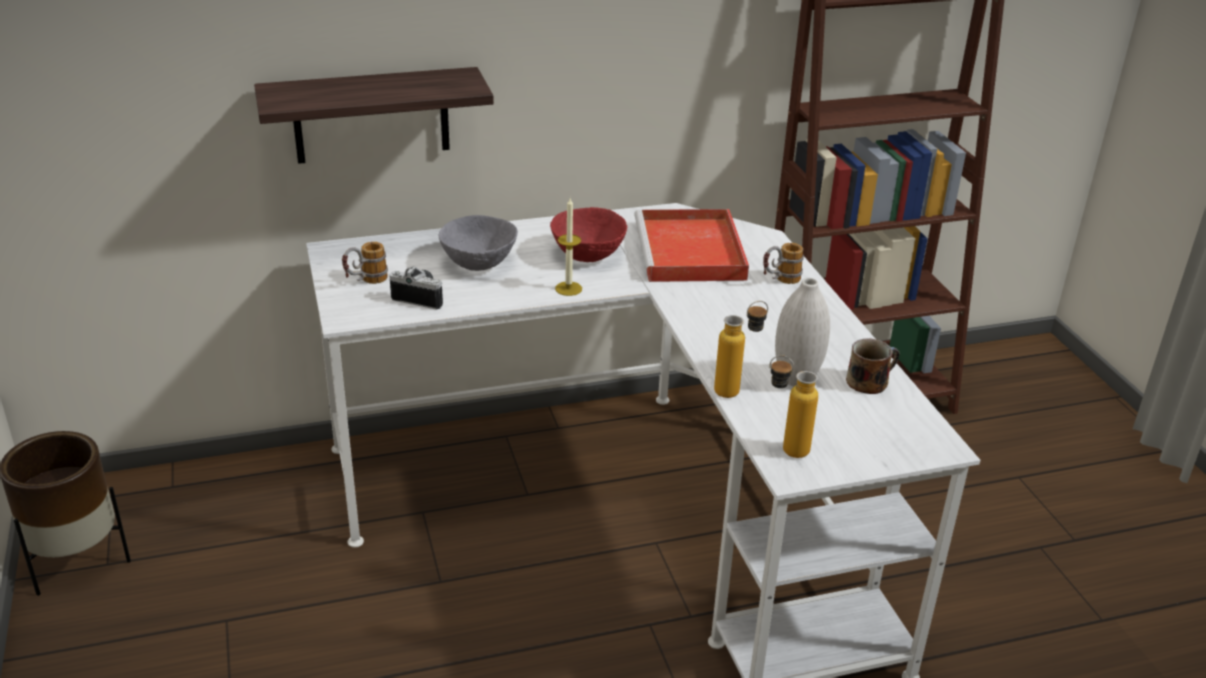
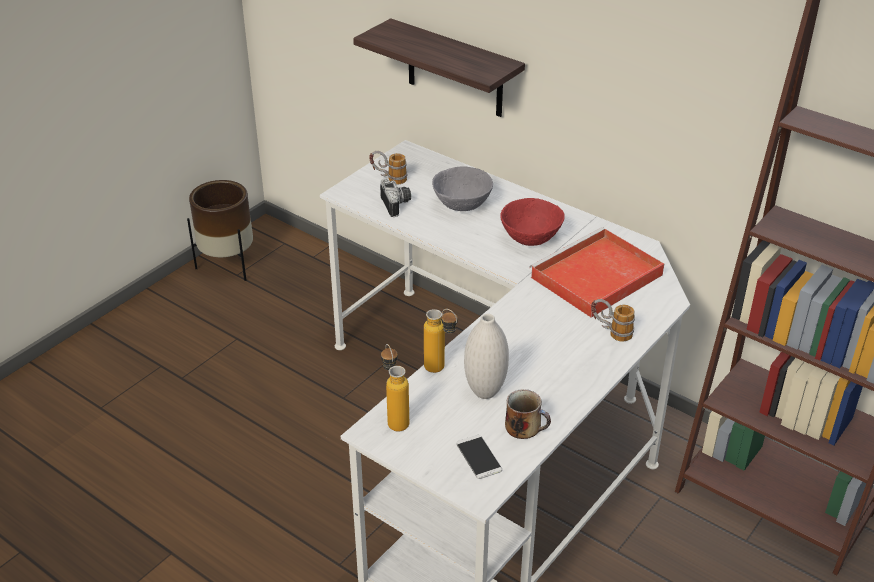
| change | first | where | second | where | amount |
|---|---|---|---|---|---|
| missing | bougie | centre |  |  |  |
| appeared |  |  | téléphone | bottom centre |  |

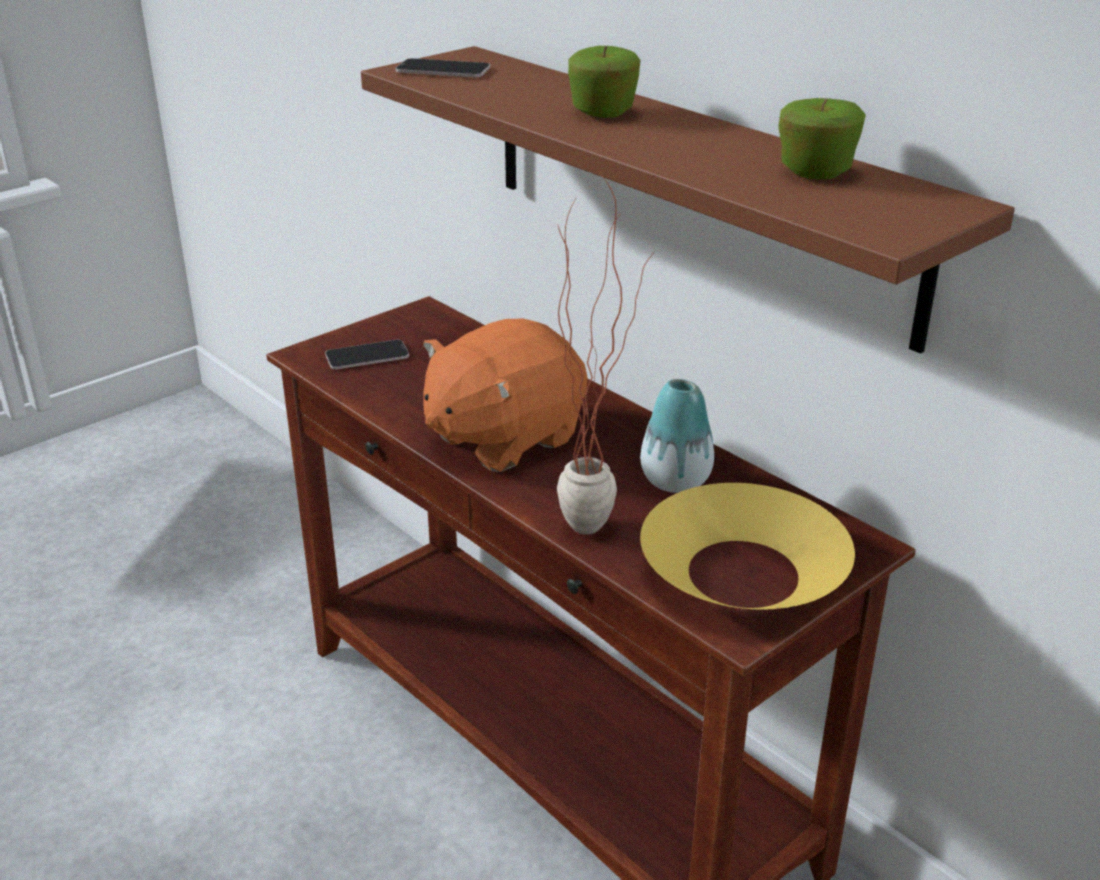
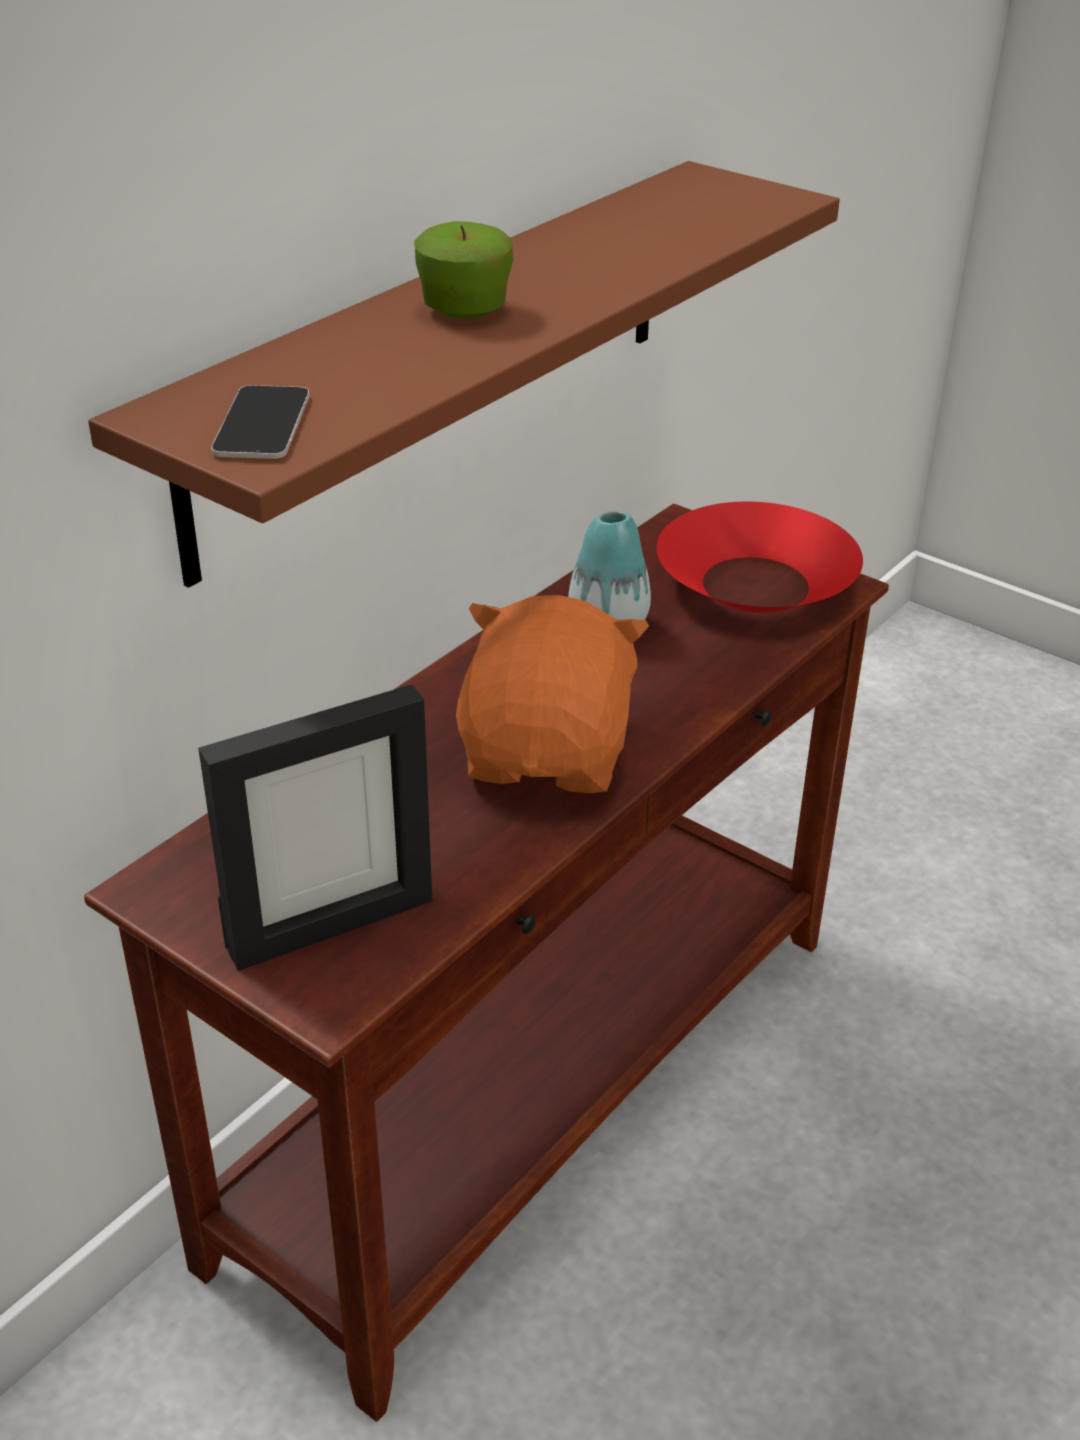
| change | first | where | second | where | amount |
|---|---|---|---|---|---|
| missing | plante en pot | centre |  |  |  |
| missing | pomme (no. 2 from left) | top right |  |  |  |
| exchanged | téléphone (no. 1 from left) | centre | cadre photo | middle left |  |
| colour | bol (jaune) | middle right | bol (rouge) | middle right |  |
| spun | peluche (orange) | centre |  | centre | 120 degrees counterclockwise |

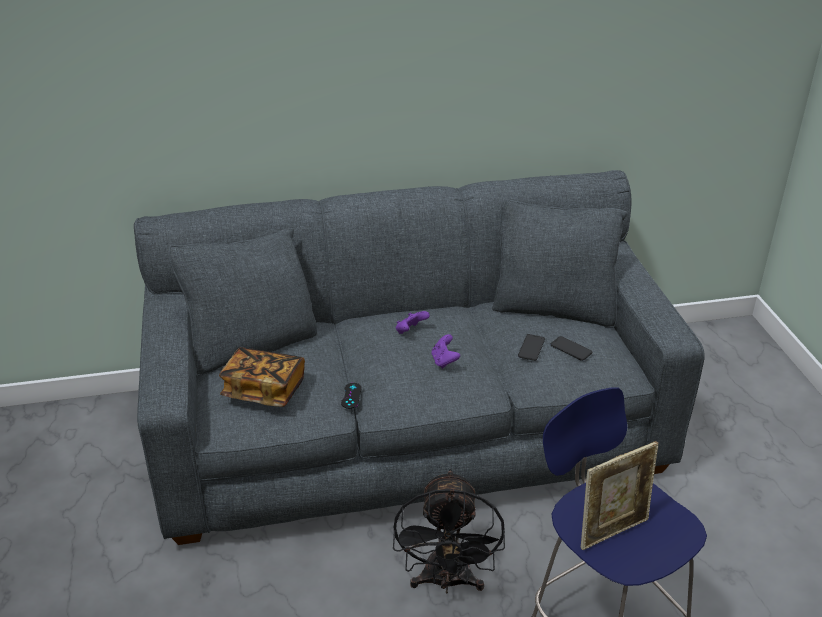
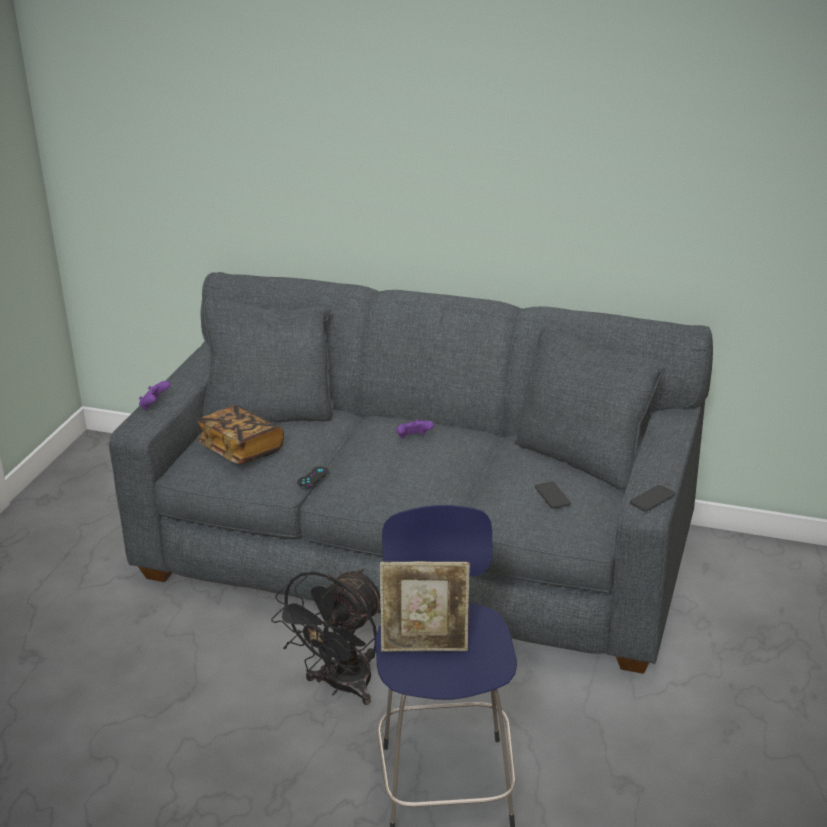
| change | first | where | second | where | amount |
|---|---|---|---|---|---|
| relocated | manette (violet) (no. 2 from left in the first image) | centre | manette (violet) (no. 1 from left) | middle left |  |
| relocated | téléphone (no. 1 from left in the first image) | centre | téléphone (no. 2 from left) | middle right |  |

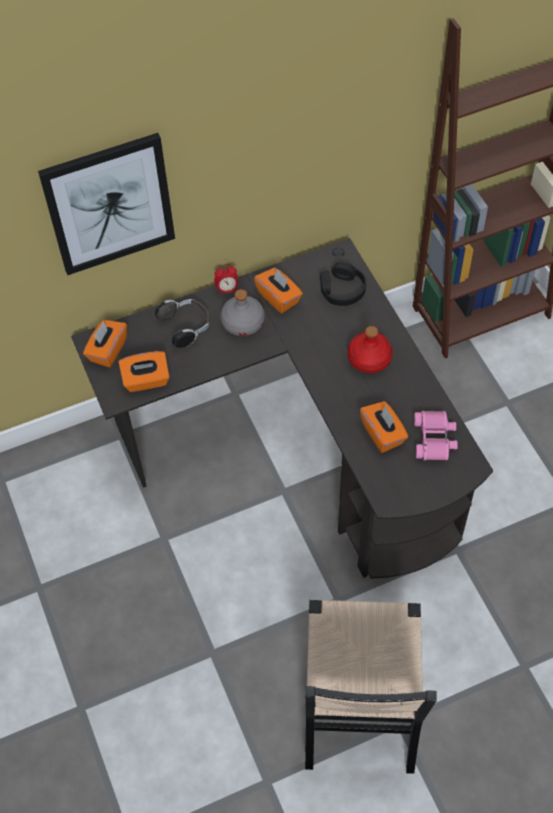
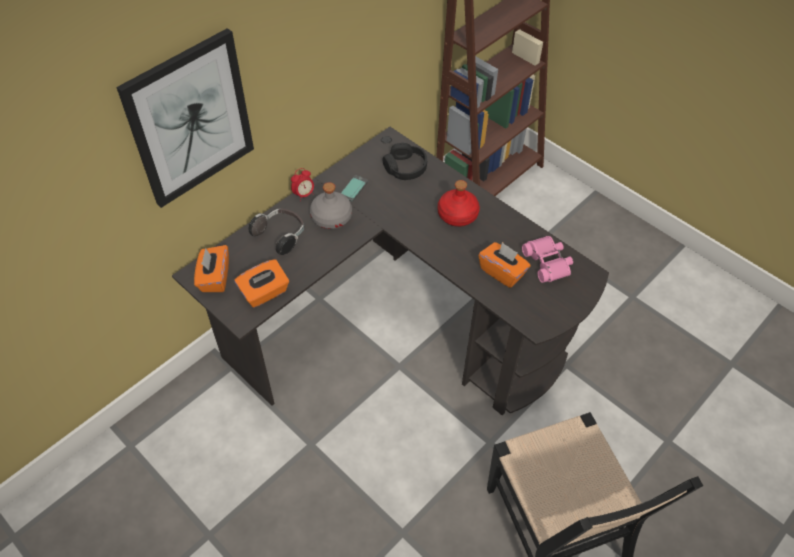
| change | first | where | second | where | amount |
|---|---|---|---|---|---|
| exchanged | boîte à mouchoirs (orange) (no. 3 from left) | centre | téléphone | centre |  |

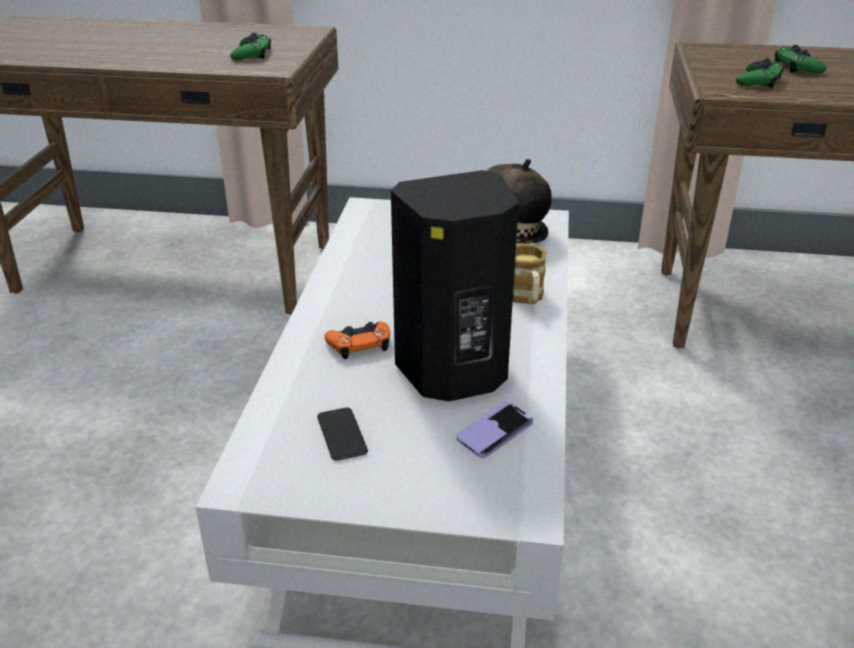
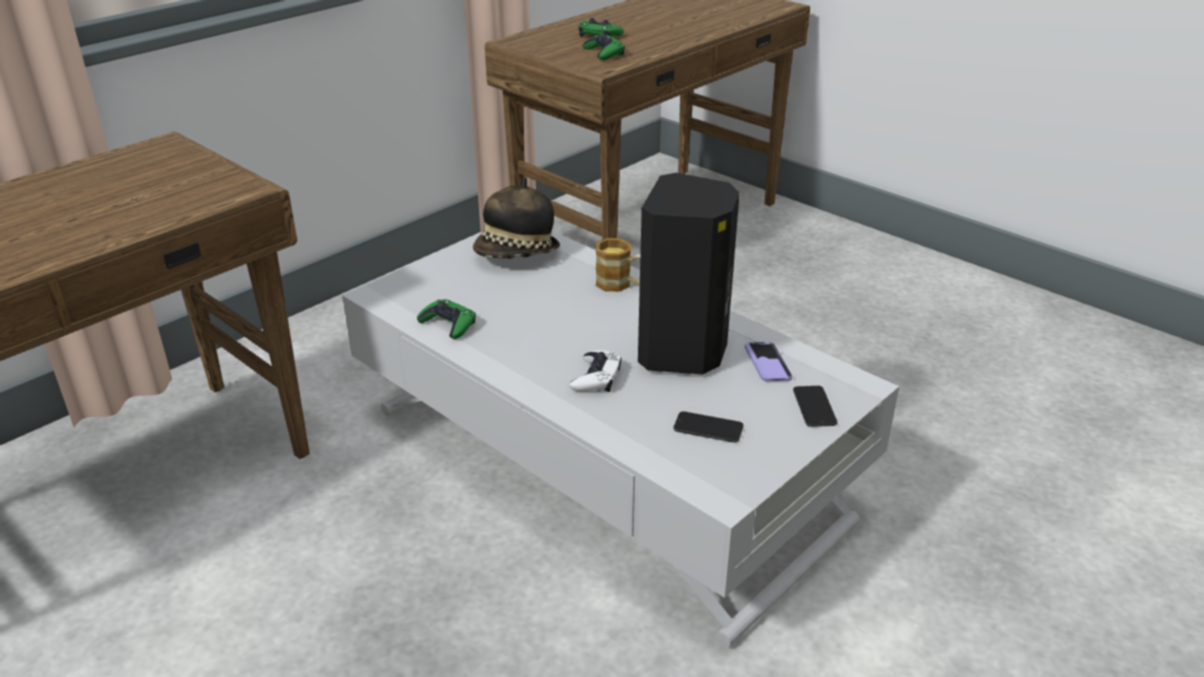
| change | first | where | second | where | amount |
|---|---|---|---|---|---|
| appeared |  |  | téléphone (no. 3 from left) | middle right |  |
| relocated | manette (vert) (no. 1 from left) | top left |  | centre |  |
| colour | manette (orange) | centre | manette (blanc) | centre |  |

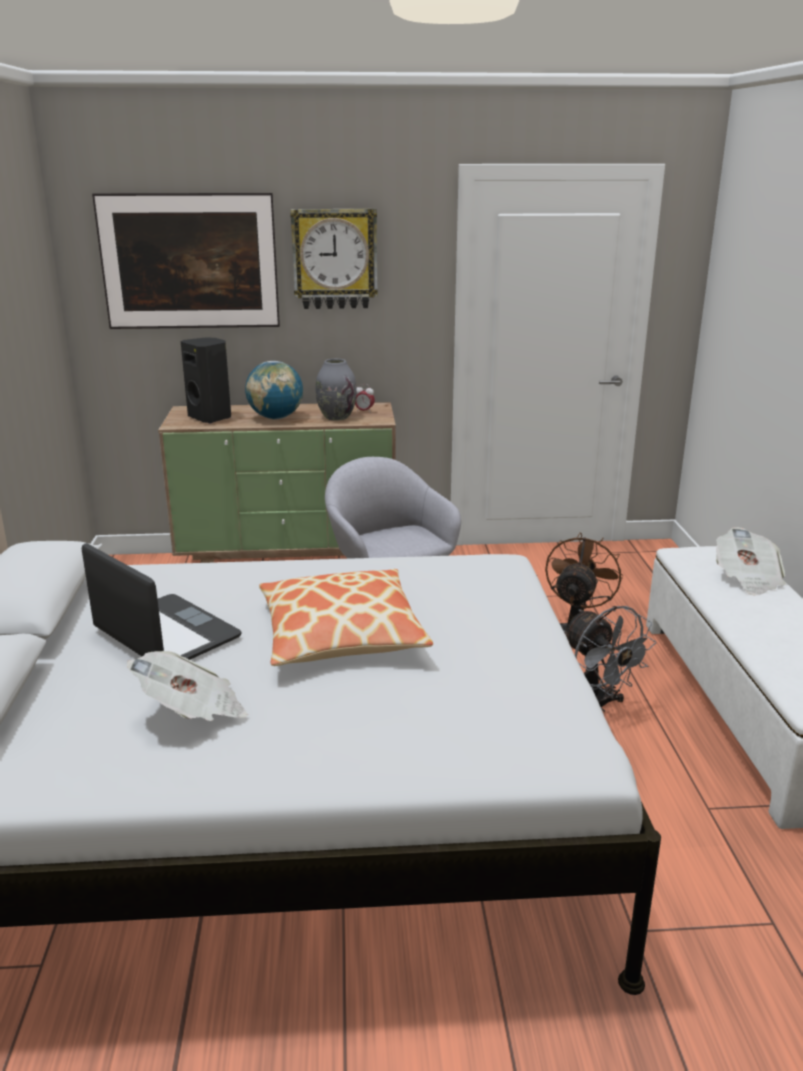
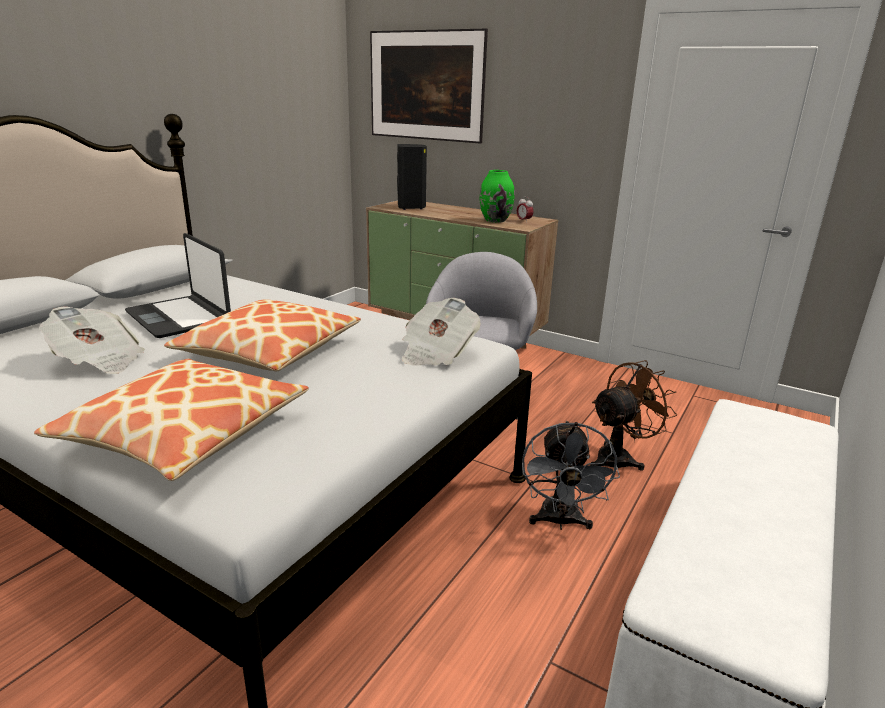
| change | first | where | second | where | amount |
|---|---|---|---|---|---|
| missing | globe | centre |  |  |  |
| missing | horloge murale | top centre |  |  |  |
| appeared |  |  | coussin (no. 1 from left) | middle left |  |
| relocated | journal (no. 2 from left) | middle right |  | centre |  |
| colour | vase (gris) | centre | vase (vert) | top centre |  |
| spun | ordinateur portable | middle left |  | middle left | 150 degrees clockwise |

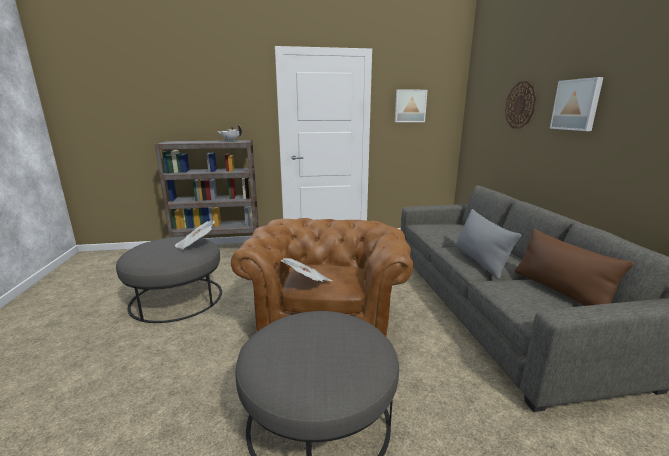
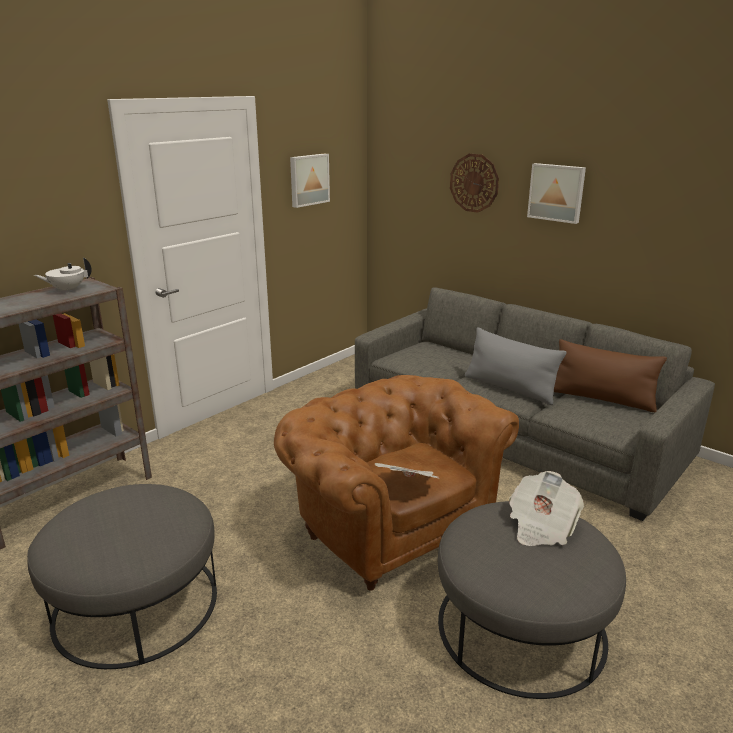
| change | first | where | second | where | amount |
|---|---|---|---|---|---|
| relocated | journal (no. 1 from left in the first image) | middle left | journal (no. 2 from left) | bottom right |  |

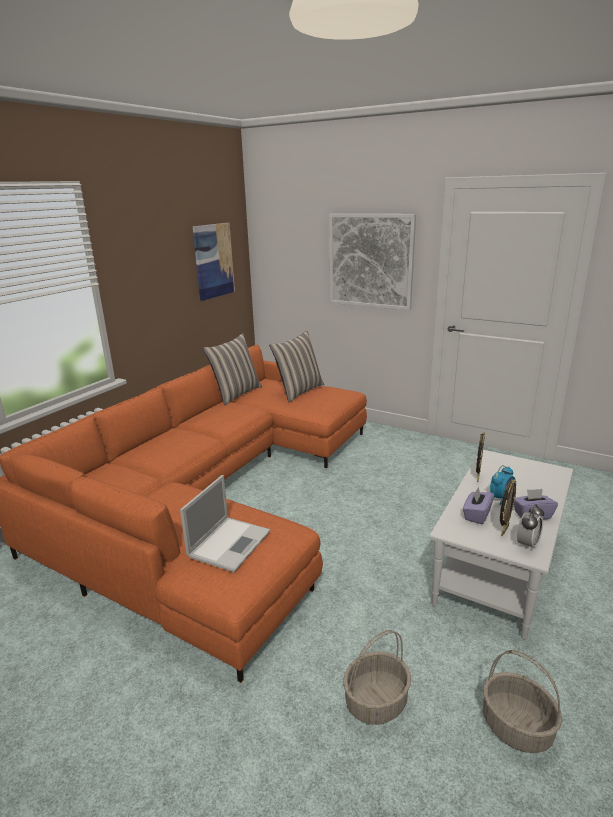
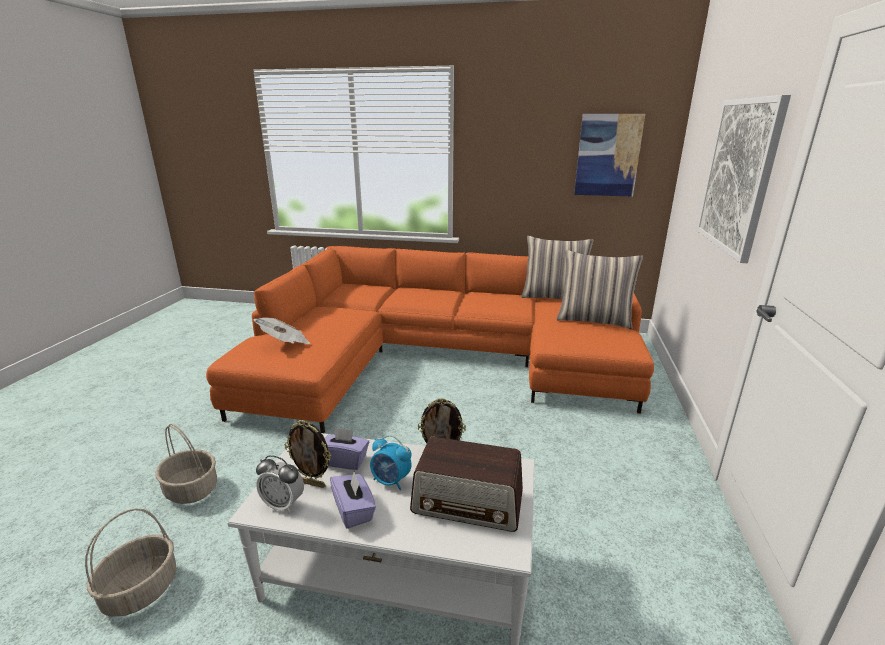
| change | first | where | second | where | amount |
|---|---|---|---|---|---|
| appeared |  |  | radio | bottom centre |  |
| exchanged | ordinateur portable | centre | journal | middle left |  |

